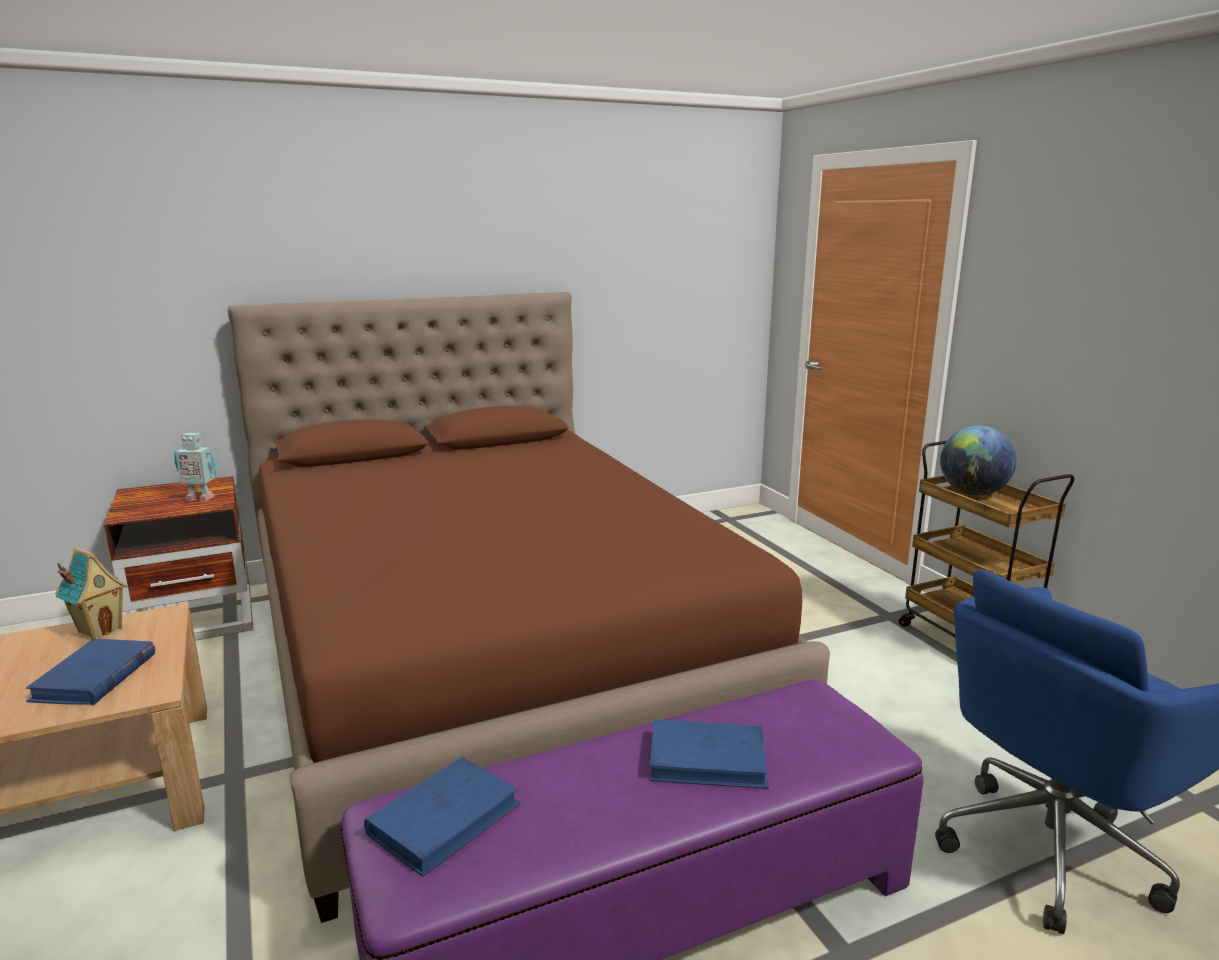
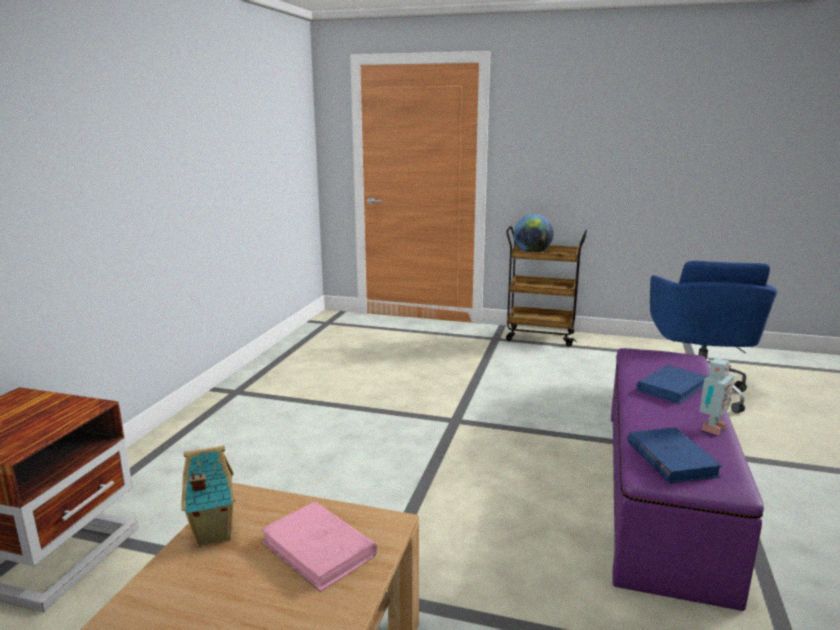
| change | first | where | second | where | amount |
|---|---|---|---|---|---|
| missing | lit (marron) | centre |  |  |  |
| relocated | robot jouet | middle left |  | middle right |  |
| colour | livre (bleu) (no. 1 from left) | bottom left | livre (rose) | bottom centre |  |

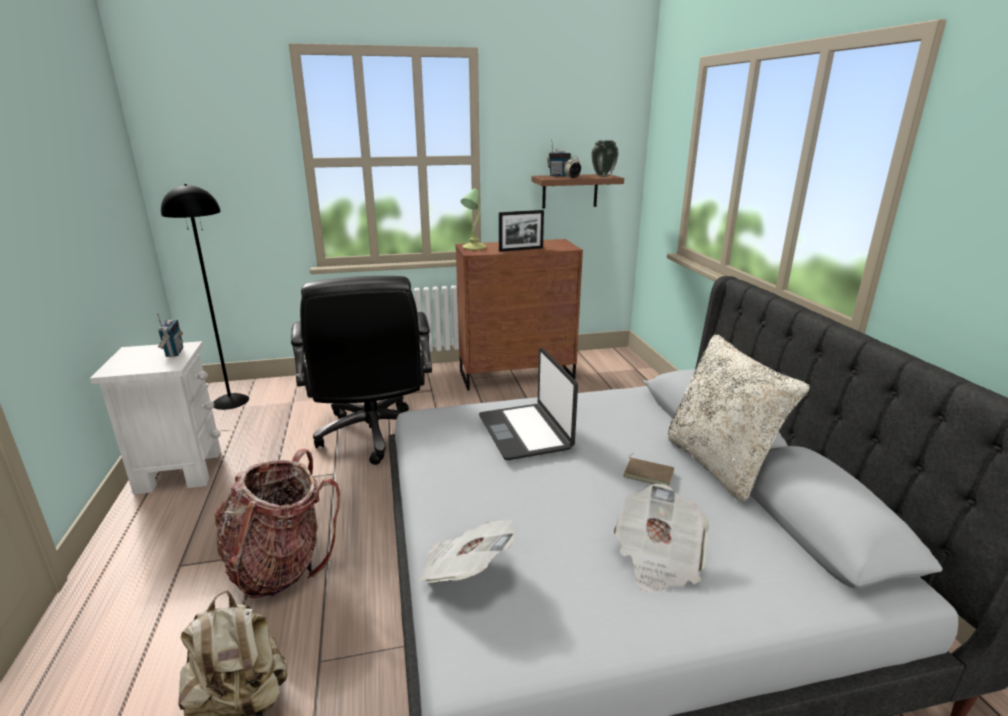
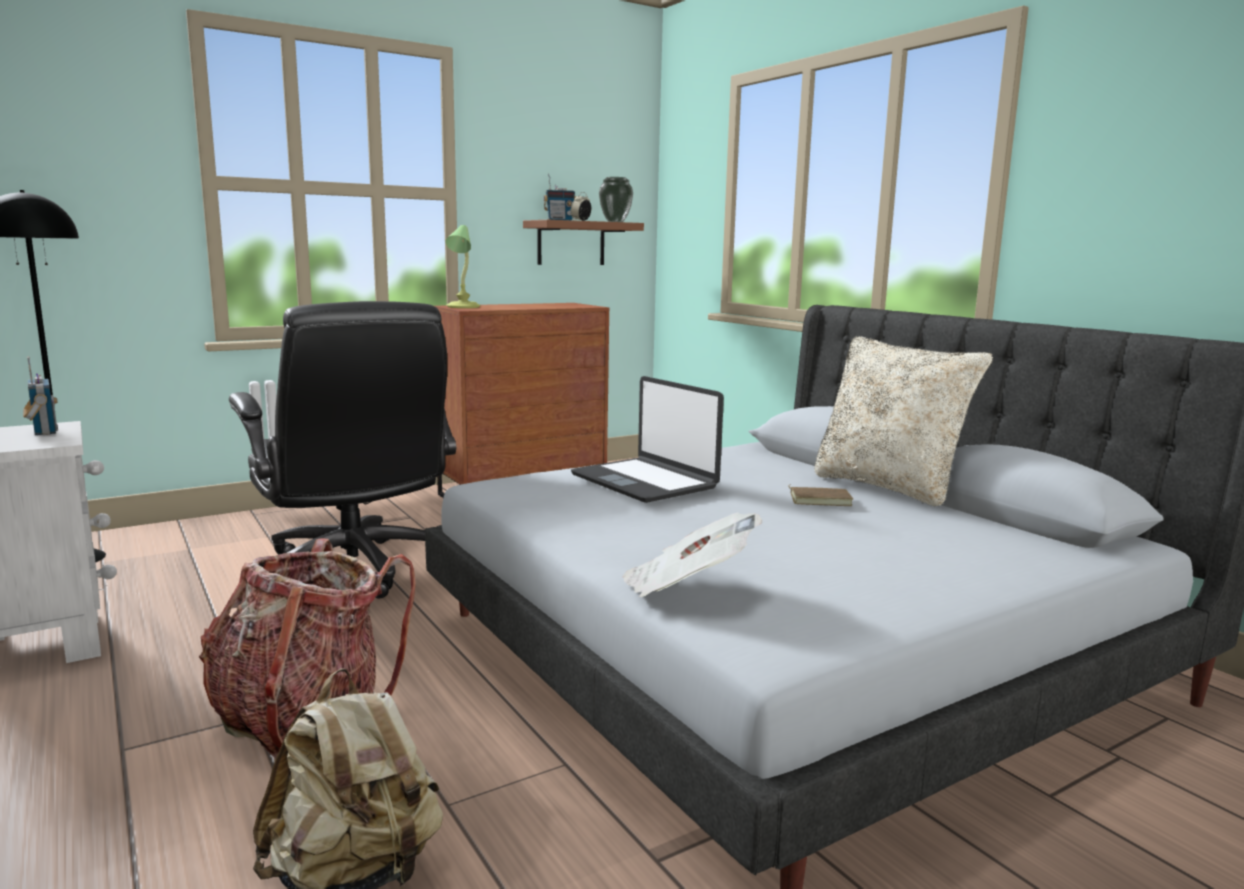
| change | first | where | second | where | amount |
|---|---|---|---|---|---|
| missing | cadre photo | top centre |  |  |  |
| missing | journal (no. 2 from left) | bottom centre |  |  |  |

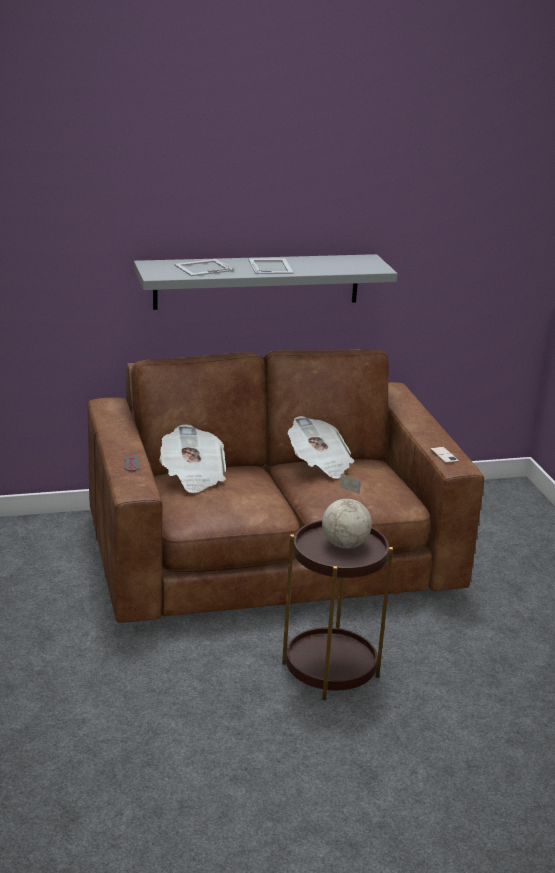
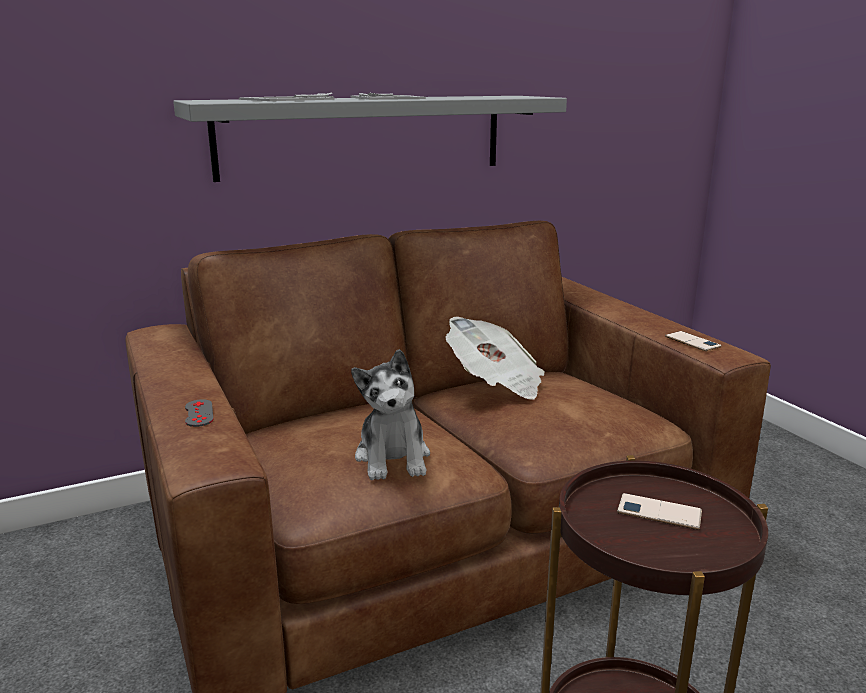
| change | first | where | second | where | amount |
|---|---|---|---|---|---|
| missing | journal (no. 1 from left) | centre |  |  |  |
| appeared |  |  | peluche | centre |  |
| exchanged | globe | centre | téléphone (no. 1 from left) | bottom right |  |

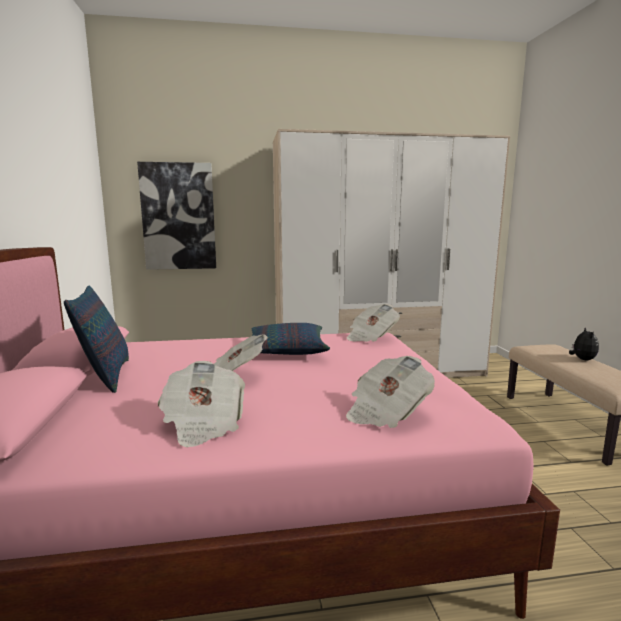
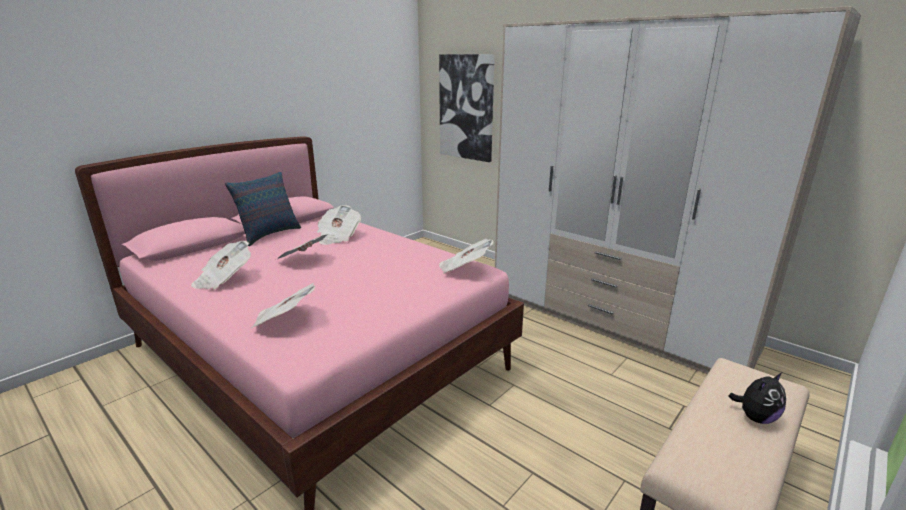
| change | first | where | second | where | amount |
|---|---|---|---|---|---|
| missing | coussin (bleu) (no. 2 from left) | centre |  |  |  |
| appeared |  |  | journal (no. 4 from left) | centre |  |

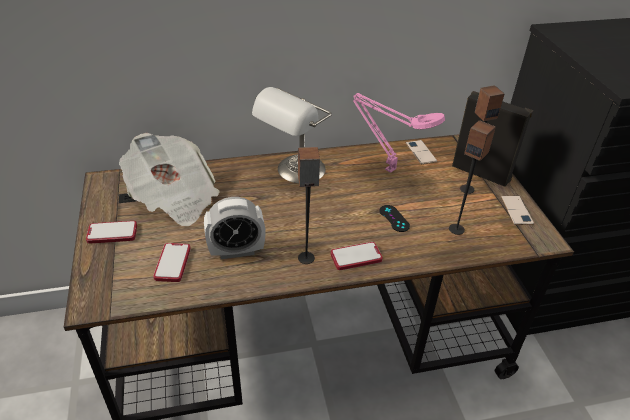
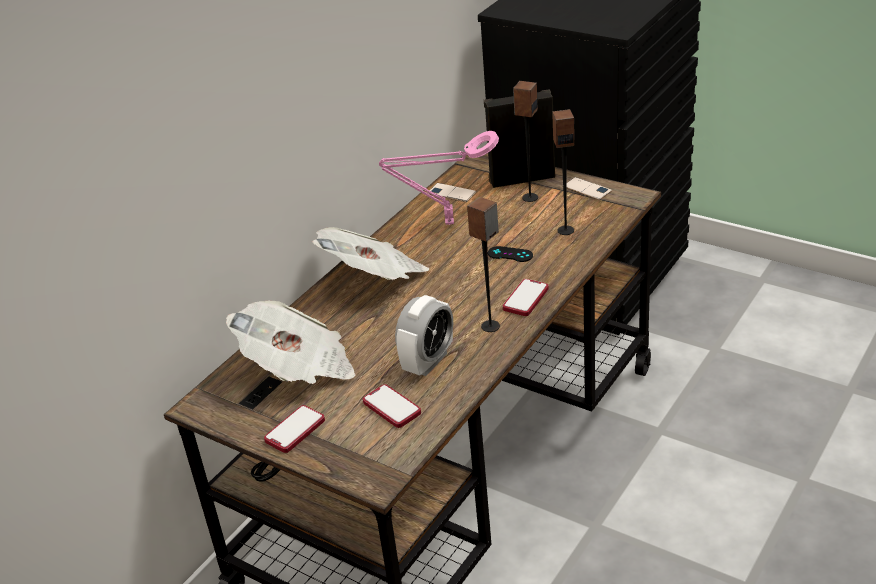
| change | first | where | second | where | amount |
|---|---|---|---|---|---|
| exchanged | lampe de table (blanc) | top centre | journal (no. 2 from left) | centre |  |

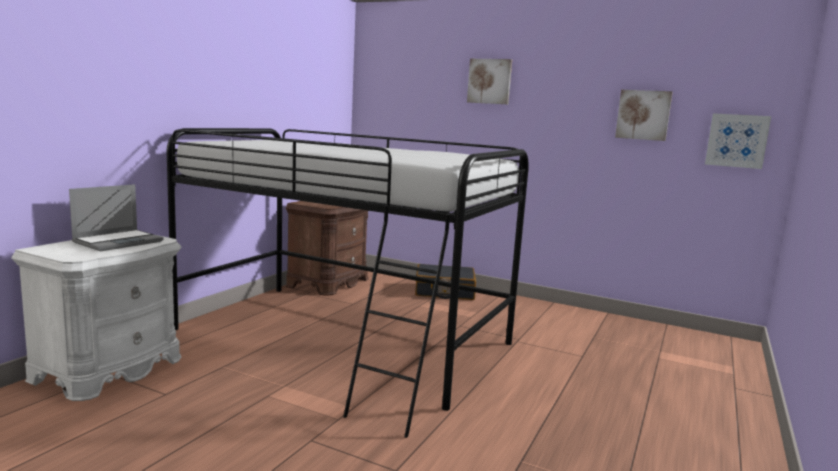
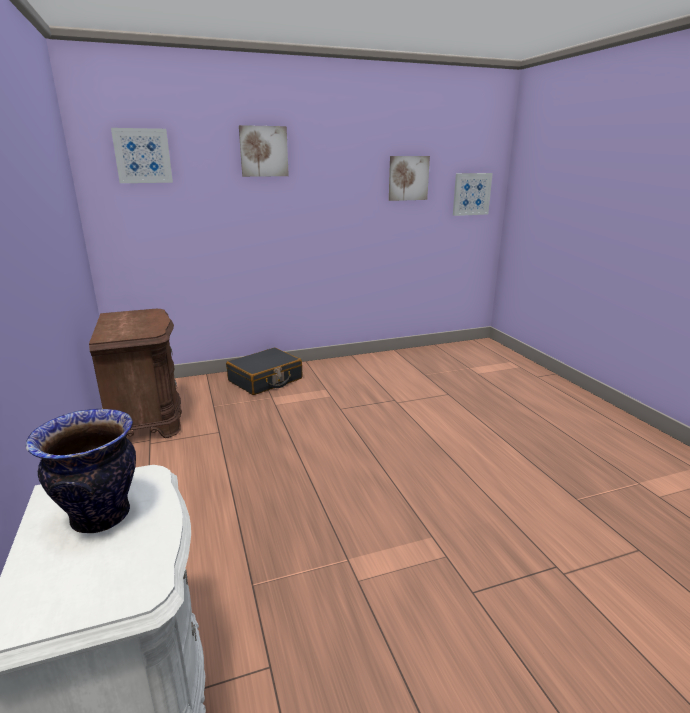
| change | first | where | second | where | amount |
|---|---|---|---|---|---|
| missing | lit (noir) | centre |  |  |  |
| appeared |  |  | tableau (no. 1 from left) | top left |  |
| exchanged | ordinateur portable | middle left | vase | middle left |  |

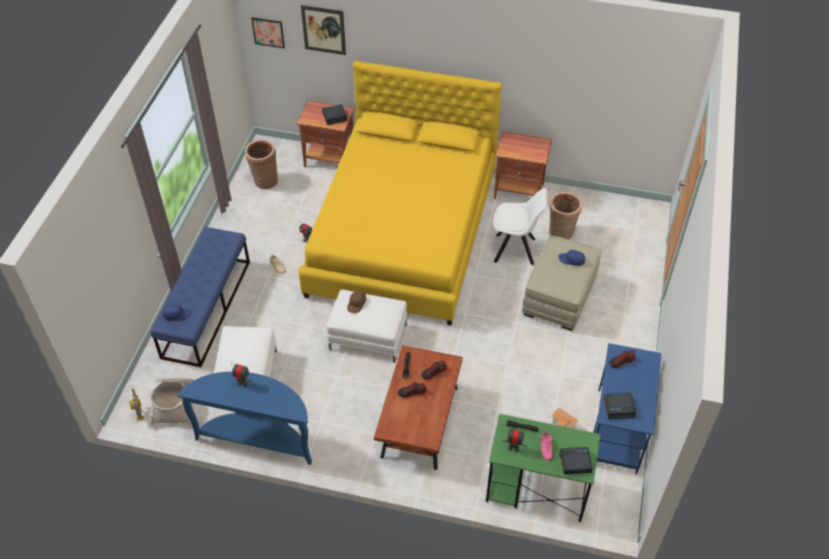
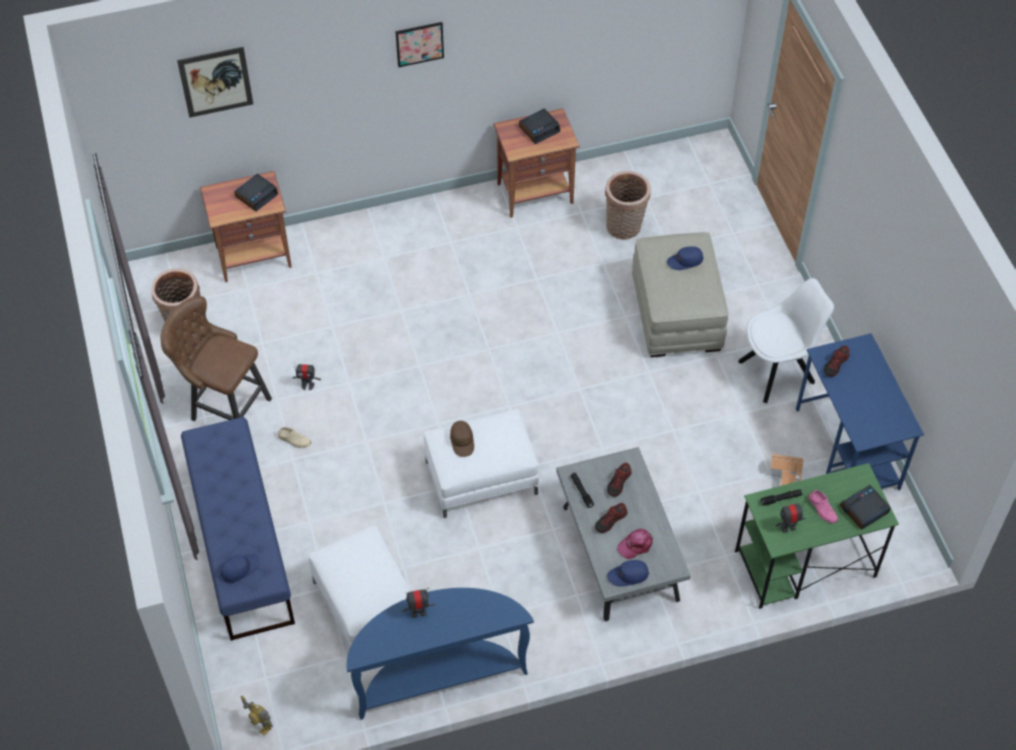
| change | first | where | second | where | amount |
|---|---|---|---|---|---|
| missing | panier (no. 1 from left) | bottom left |  |  |  |
| missing | lit (jaune) | centre |  |  |  |
| appeared |  |  | tabouret (marron) | middle left |  |
| appeared |  |  | casquette (bleu) (no. 2 from left) | bottom centre |  |
| appeared |  |  | casquette (rose) | bottom centre |  |
| relocated | tableau (no. 1 from left in the first image) | top left | tableau (no. 2 from left) | top centre |  |
| relocated | chaise (blanc) | centre |  | middle right |  |
| relocated | réveil (no. 3 from left in the first image) | bottom right | réveil (no. 2 from left) | top centre |  |
| colour | table basse (marron) | bottom centre | table basse (gris) | bottom centre |  |

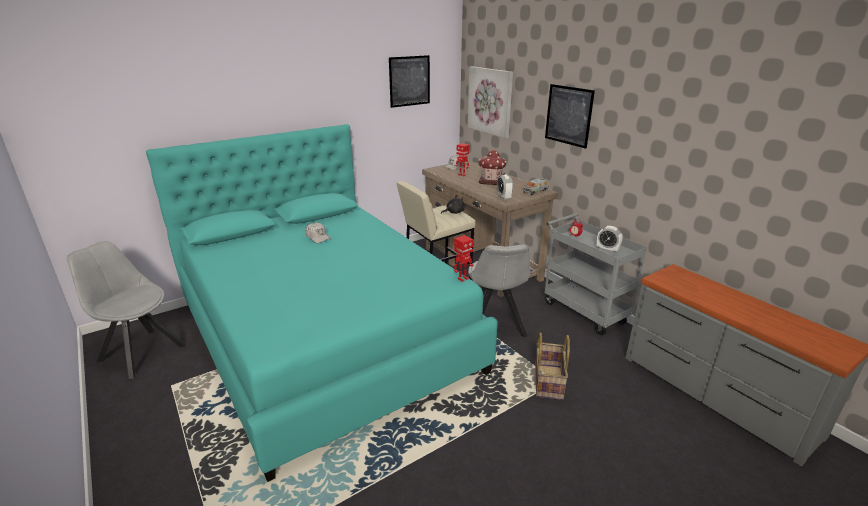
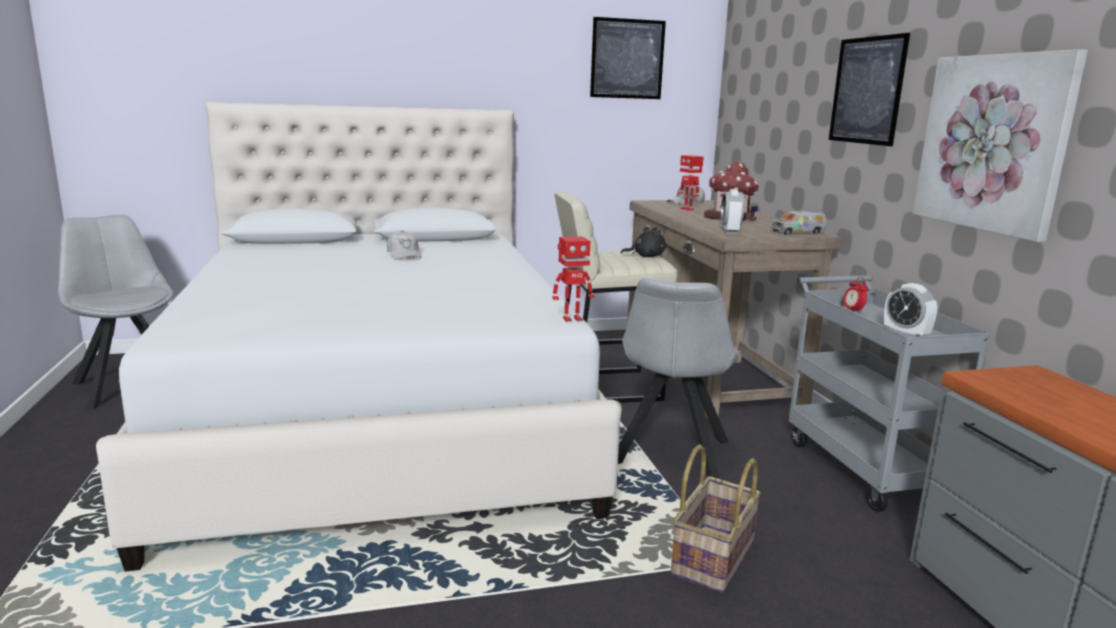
| change | first | where | second | where | amount |
|---|---|---|---|---|---|
| relocated | tableau (no. 2 from left in the first image) | top centre | tableau (no. 3 from left) | top right |  |
| colour | lit (turquoise) | centre | lit (blanc) | middle left |  |

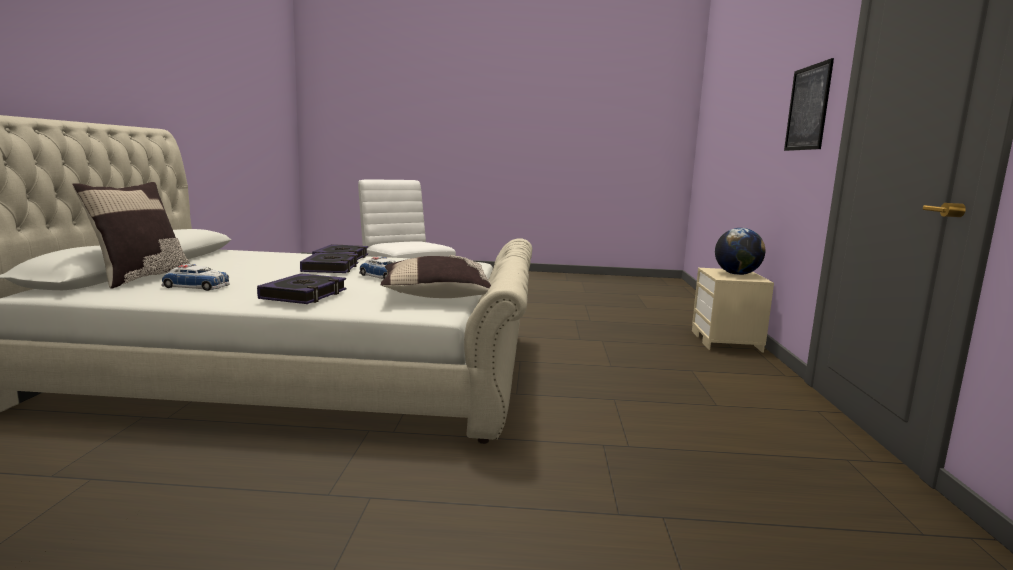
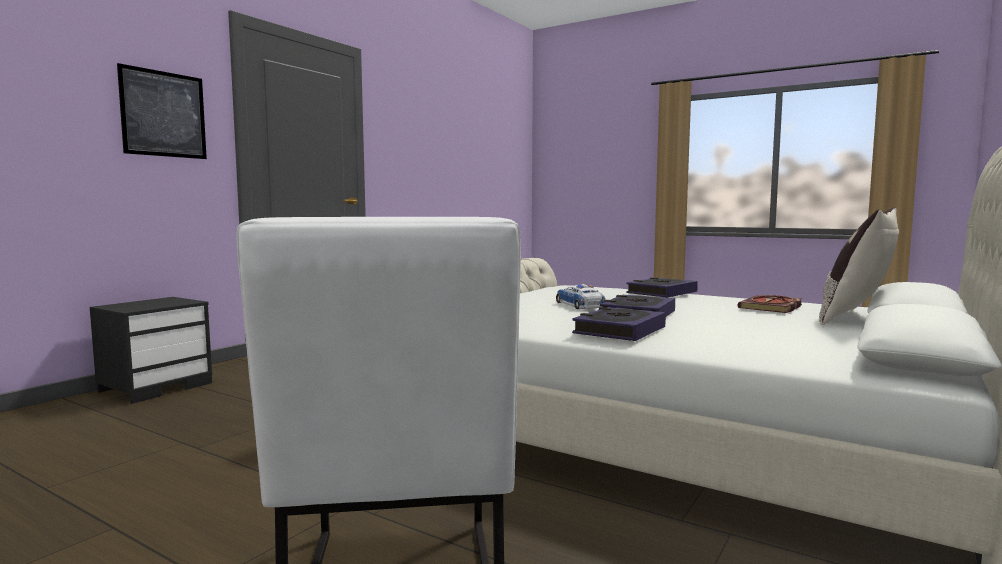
| change | first | where | second | where | amount |
|---|---|---|---|---|---|
| missing | coussin (no. 2 from left) | centre |  |  |  |
| missing | globe | middle right |  |  |  |
| exchanged | petite voiture (no. 1 from left) | middle left | livre (no. 4 from left) | middle right |  |
| colour | table de chevet (beige) | middle right | table de chevet (noir) | middle left |  |

